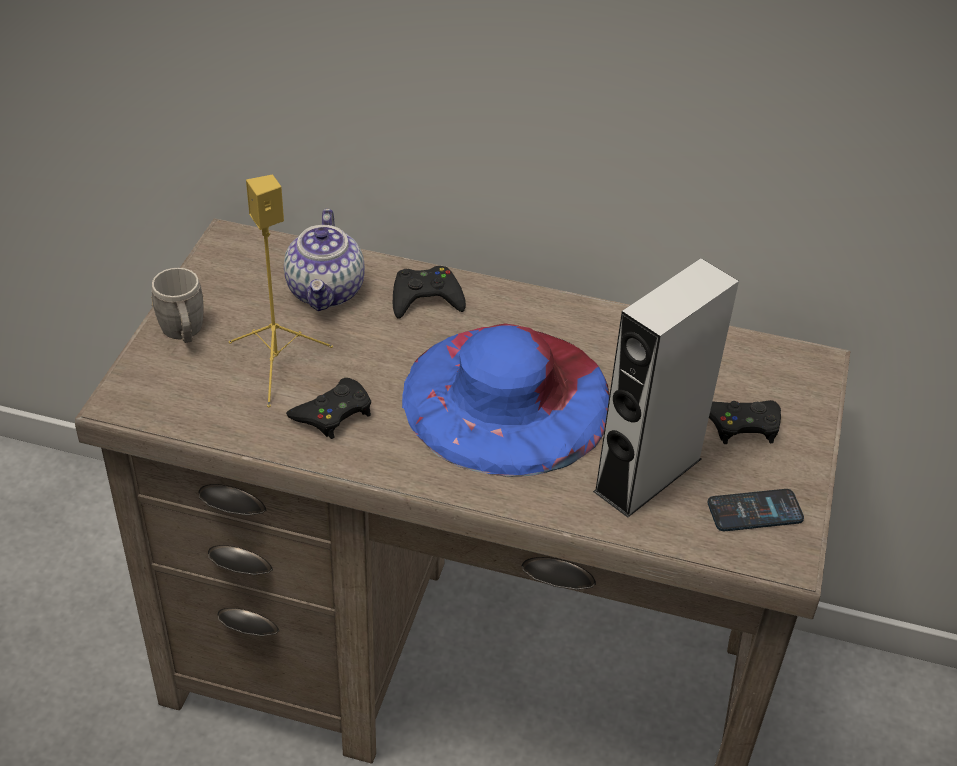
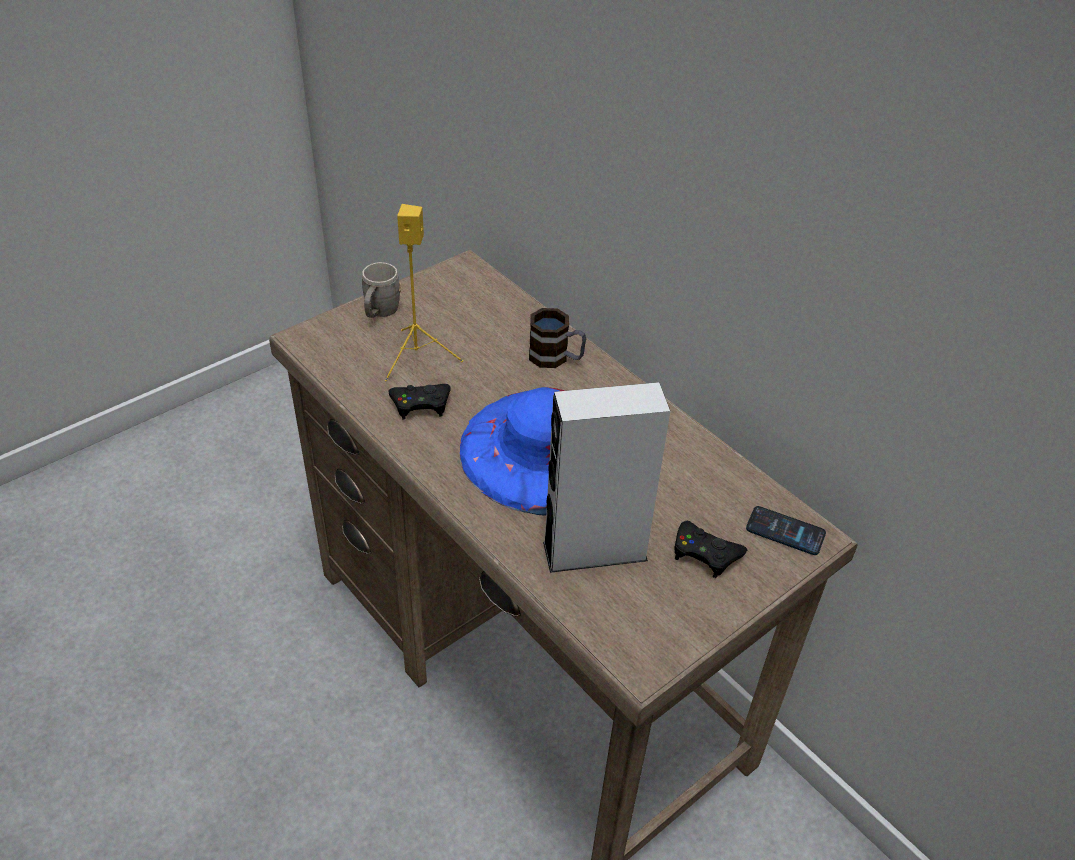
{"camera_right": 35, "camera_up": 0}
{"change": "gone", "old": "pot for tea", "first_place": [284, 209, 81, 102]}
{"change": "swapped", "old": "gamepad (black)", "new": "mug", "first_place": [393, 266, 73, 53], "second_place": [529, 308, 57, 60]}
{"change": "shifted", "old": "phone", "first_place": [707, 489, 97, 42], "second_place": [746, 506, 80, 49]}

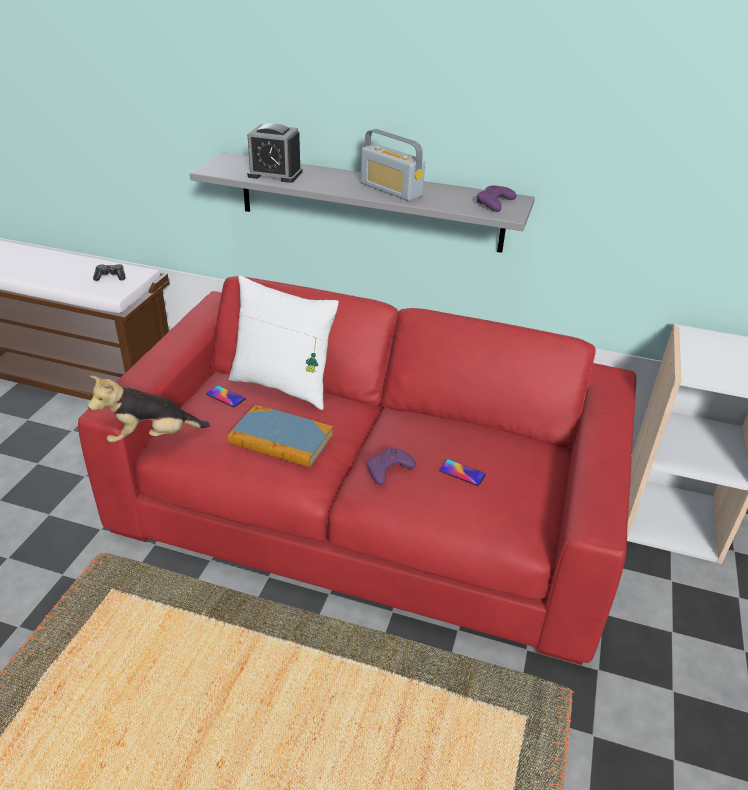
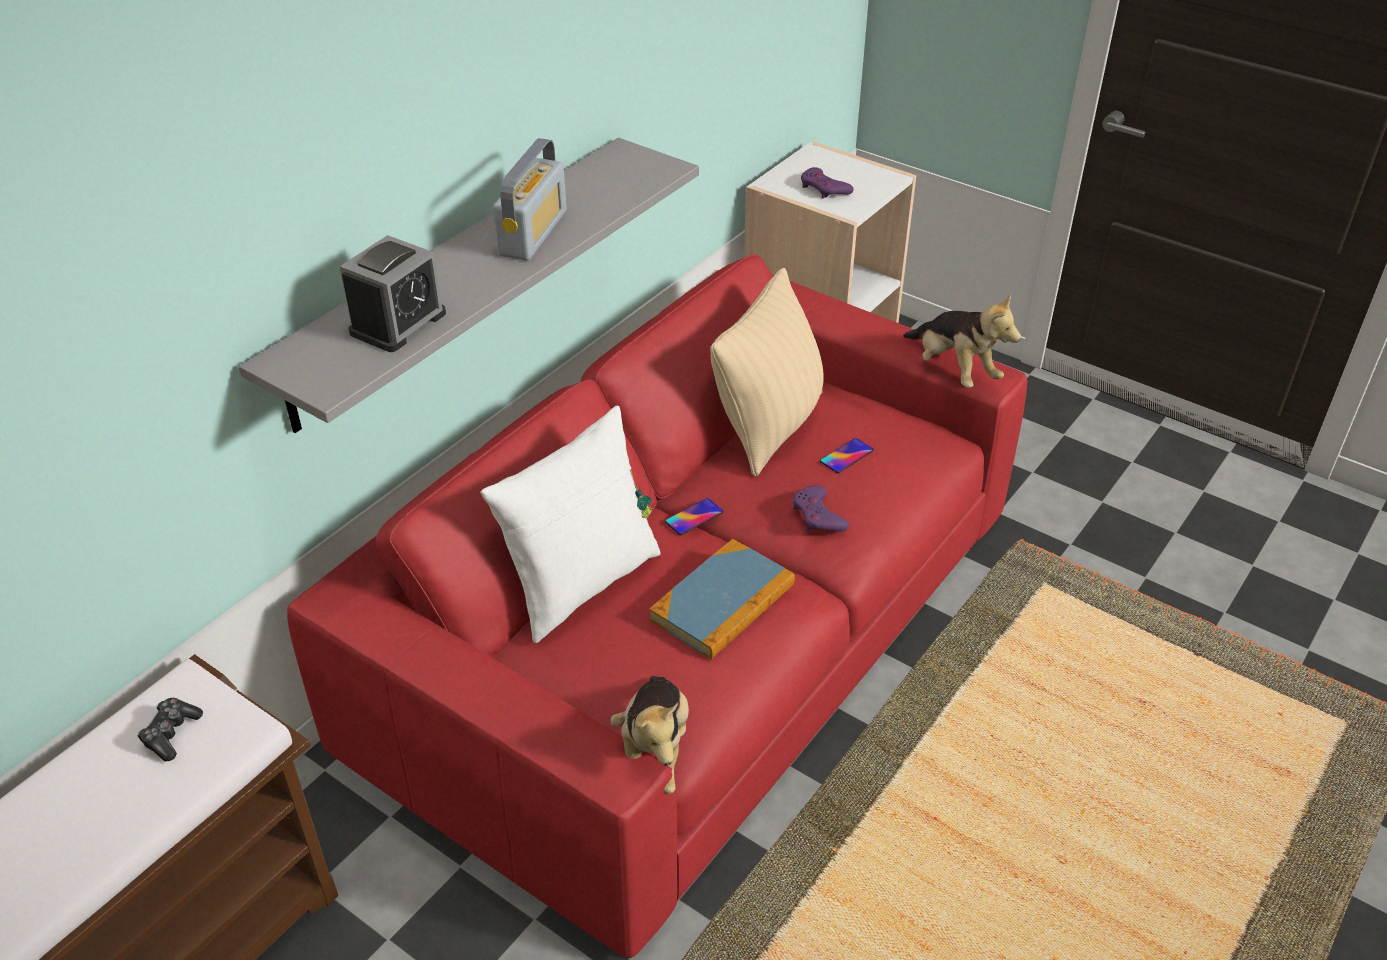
{"camera_right": -70, "camera_up": 5}
{"change": "shifted", "old": "phone", "first_place": [206, 385, 40, 22], "second_place": [665, 498, 58, 37]}
{"change": "rotated", "old": "radio receiver", "first_place": [361, 129, 64, 72], "second_place": [493, 138, 74, 122], "degrees": -45}
{"change": "shifted", "old": "gamepad (purplish)", "first_place": [477, 185, 40, 27], "second_place": [801, 167, 53, 32]}
{"change": "new", "new": "throw pillow (beige)", "second_place": [710, 268, 114, 209]}
{"change": "new", "new": "cuddly toy", "second_place": [903, 294, 118, 94]}

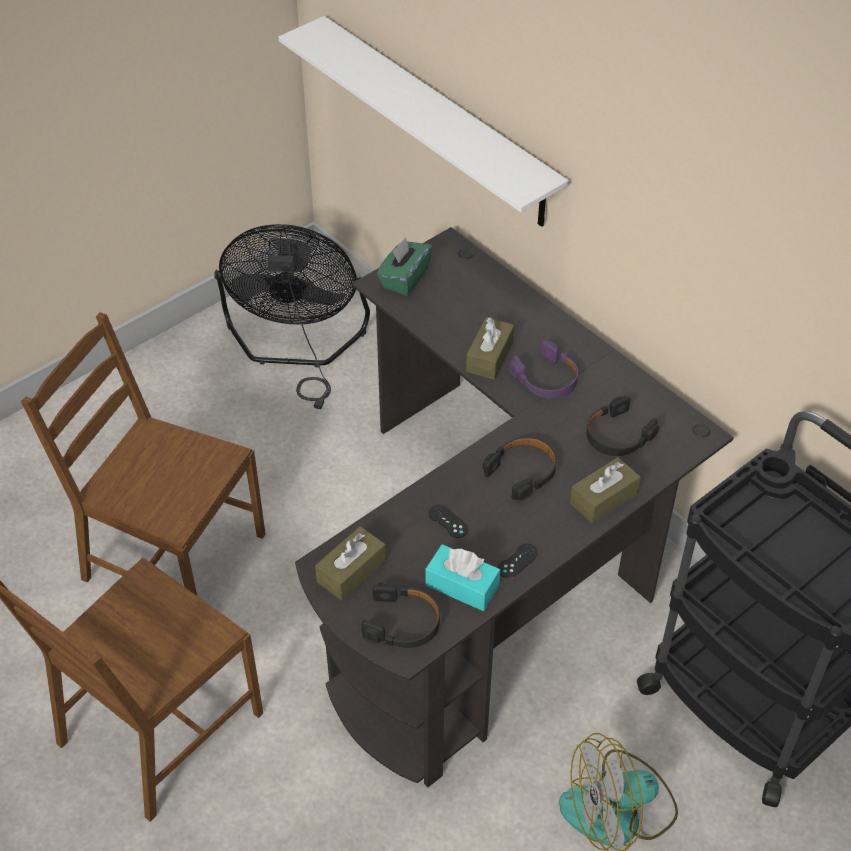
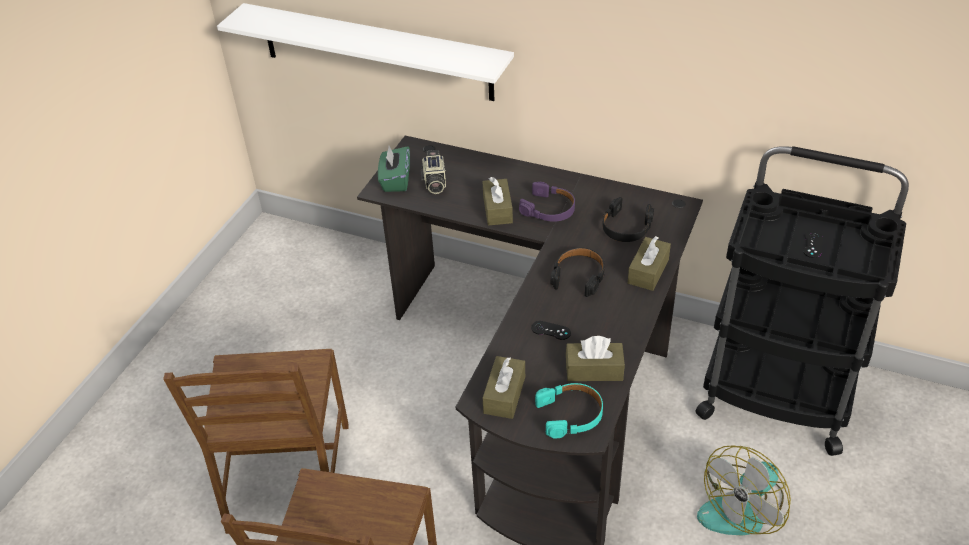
{"camera_right": -25, "camera_up": -5}
{"change": "rotated", "old": "plain chair (brown-coloured)", "first_place": [21, 312, 244, 284], "second_place": [163, 349, 186, 185], "degrees": -90}
{"change": "gone", "old": "electric fan (black)", "first_place": [214, 224, 156, 186]}
{"change": "repainted", "old": "headset (black)", "new": "headset (turquoise-coloured)", "first_place": [361, 582, 79, 66], "second_place": [535, 383, 68, 55]}
{"change": "repainted", "old": "tissue holder (turquoise-coloured)", "new": "tissue holder (brown-coloured)", "first_place": [425, 544, 75, 67], "second_place": [566, 336, 59, 45]}
{"change": "shifted", "old": "gamepad (black)", "first_place": [498, 543, 40, 35], "second_place": [803, 231, 20, 27]}
{"change": "new", "new": "photo camera", "second_place": [421, 150, 25, 44]}

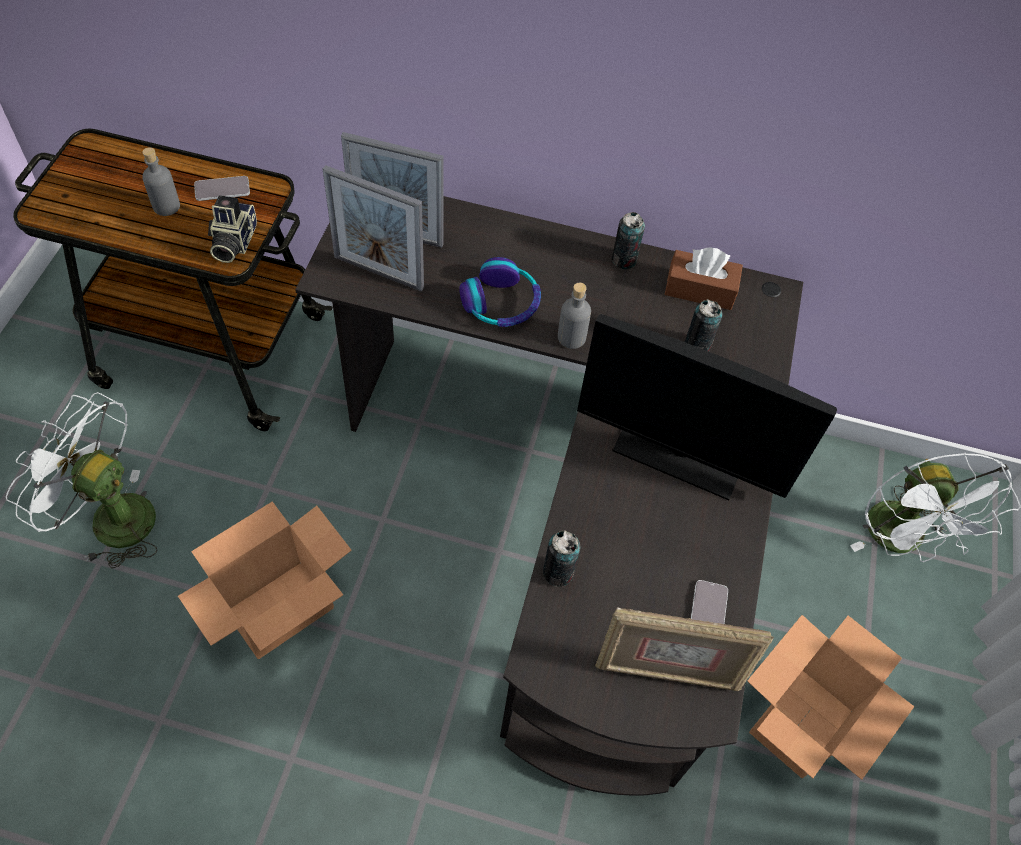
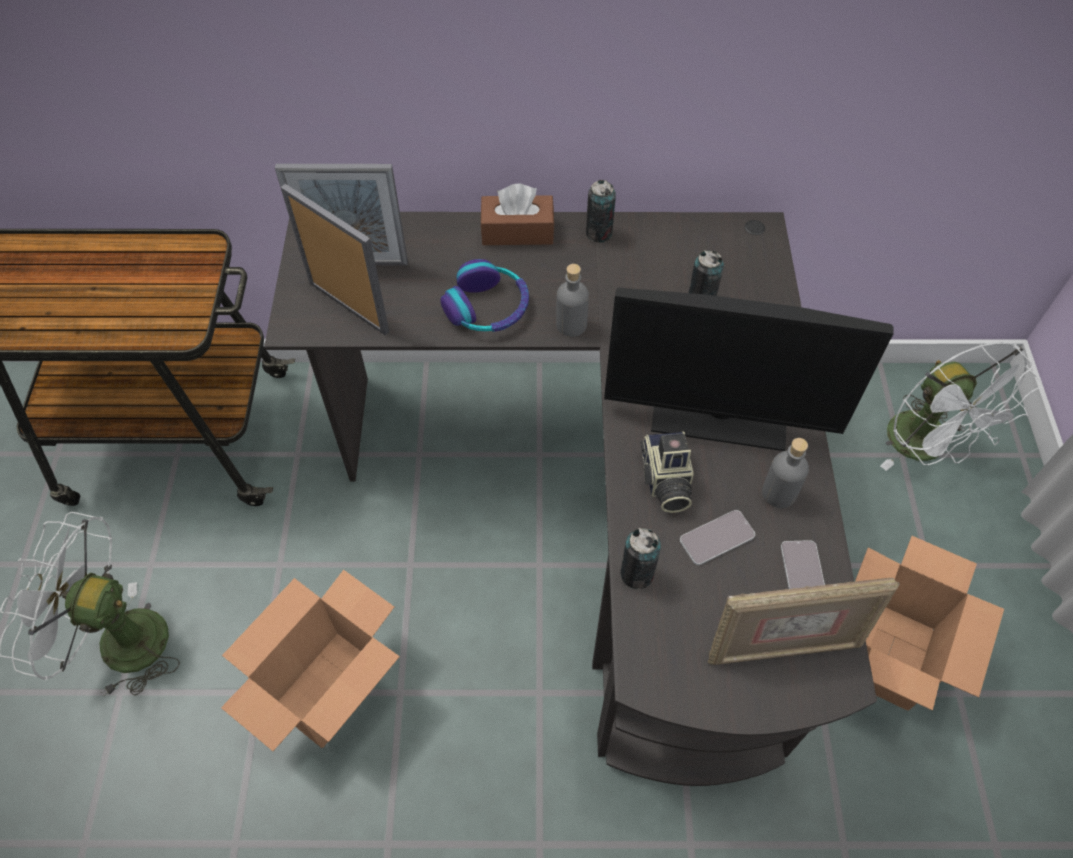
{"camera_right": -10, "camera_up": 0}
{"change": "shifted", "old": "bottle (gray)", "first_place": [142, 147, 38, 69], "second_place": [762, 438, 47, 70]}
{"change": "shifted", "old": "phone", "first_place": [194, 176, 56, 25], "second_place": [680, 510, 75, 55]}
{"change": "shifted", "old": "photo camera", "first_place": [208, 195, 49, 68], "second_place": [640, 431, 54, 82]}
{"change": "rotated", "old": "photo frame", "first_place": [323, 165, 101, 127], "second_place": [281, 184, 108, 152], "degrees": -150}
{"change": "shifted", "old": "tissue holder (brown-coloured)", "first_place": [665, 247, 78, 63], "second_place": [481, 183, 73, 62]}

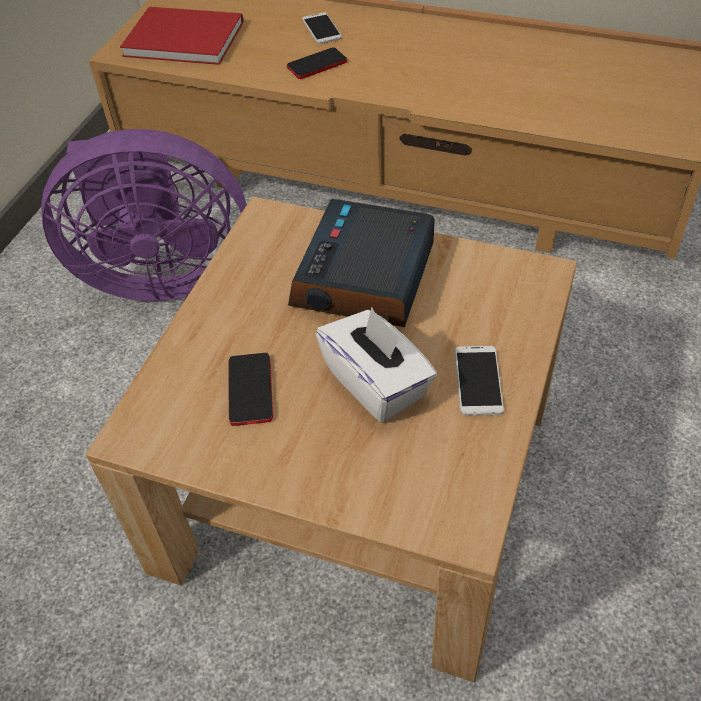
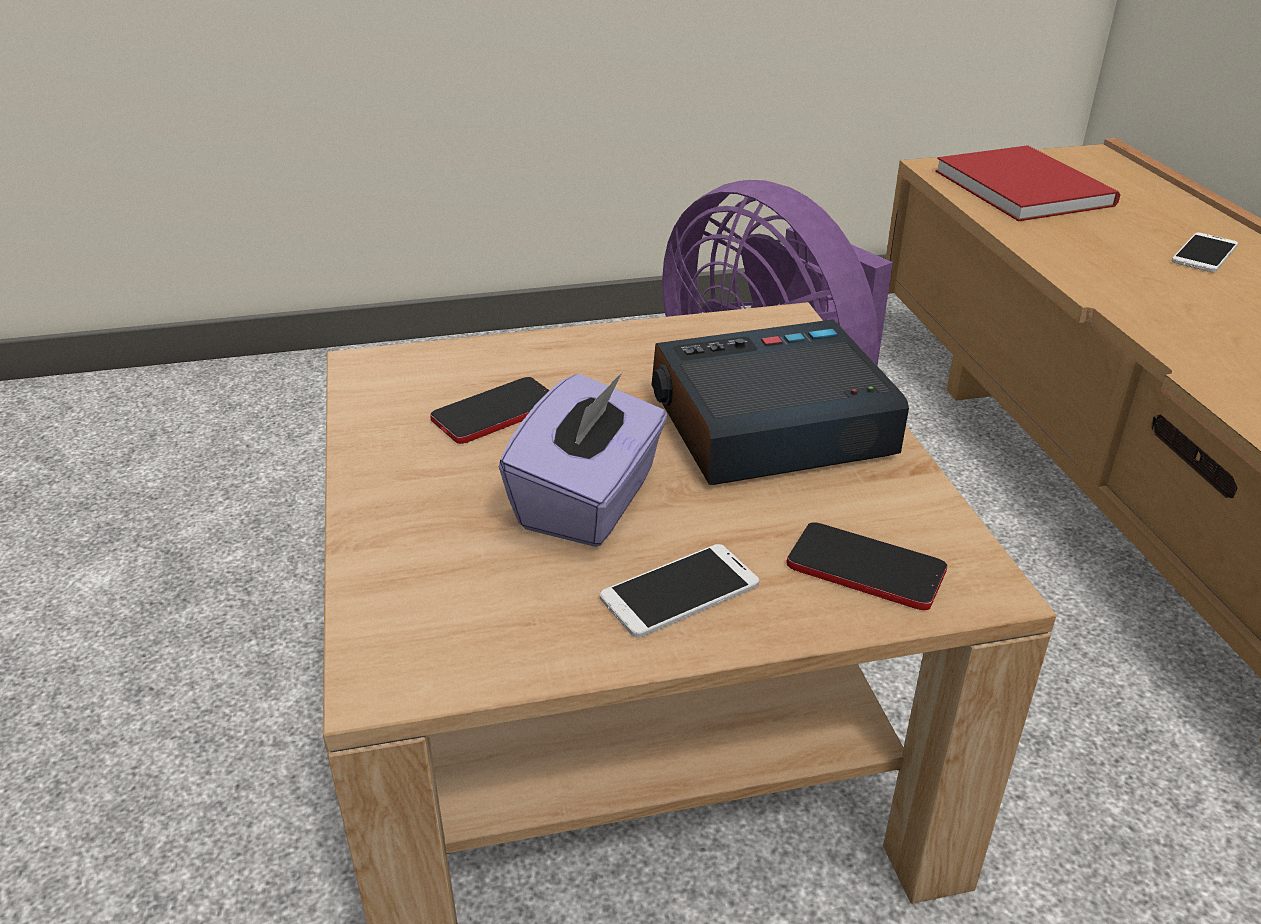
{"camera_right": 55, "camera_up": -15}
{"change": "shifted", "old": "phone", "first_place": [287, 47, 60, 32], "second_place": [787, 522, 160, 88]}
{"change": "repainted", "old": "tissue holder (whitish)", "new": "tissue holder (purplish)", "first_place": [316, 307, 121, 116], "second_place": [499, 373, 168, 174]}

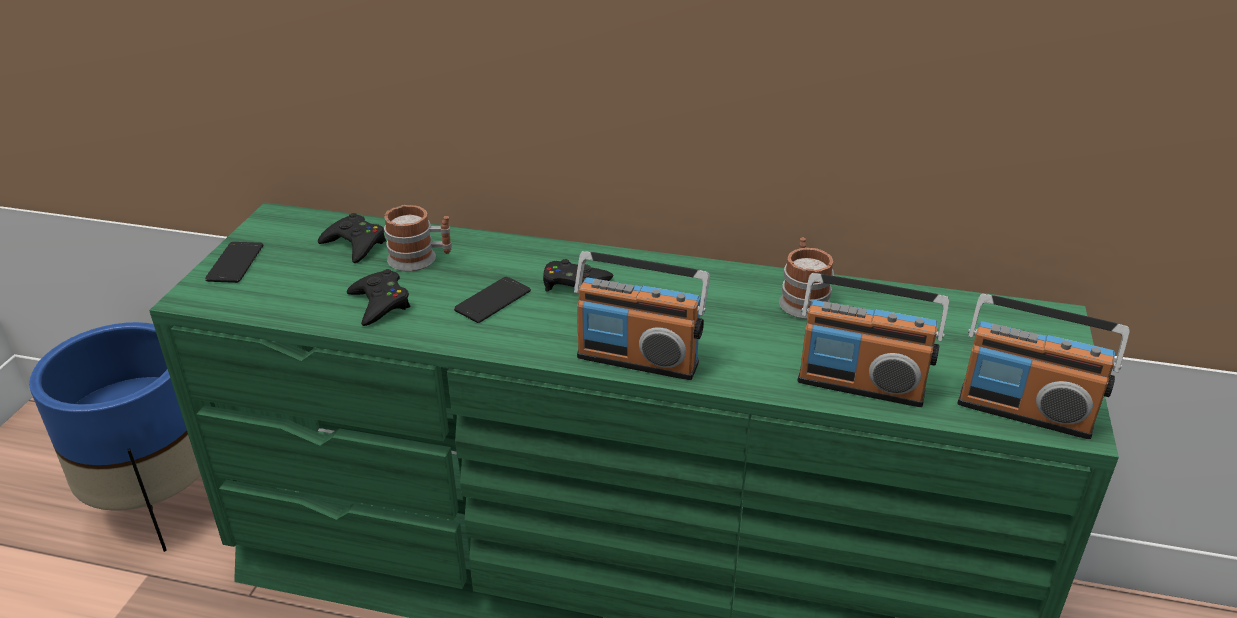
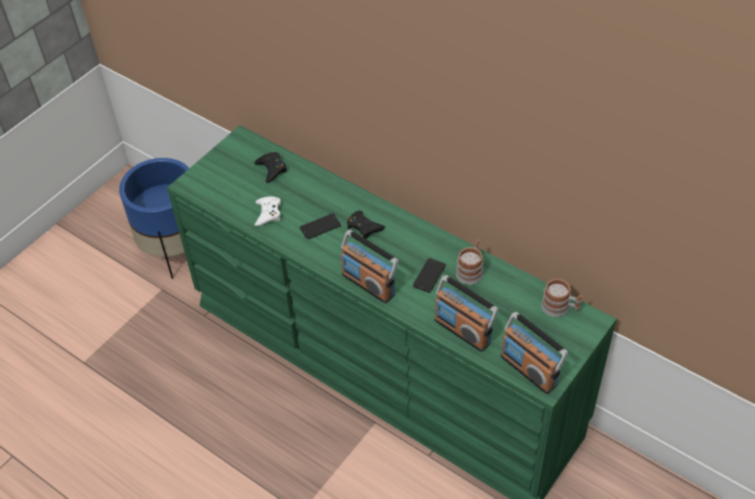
{"camera_right": 25, "camera_up": 15}
{"change": "shifted", "old": "phone", "first_place": [205, 242, 59, 41], "second_place": [413, 258, 33, 35]}
{"change": "repainted", "old": "gamepad (black)", "new": "gamepad (whitish)", "first_place": [347, 269, 63, 57], "second_place": [255, 197, 26, 29]}
{"change": "shifted", "old": "mug", "first_place": [384, 205, 68, 67], "second_place": [541, 278, 41, 39]}

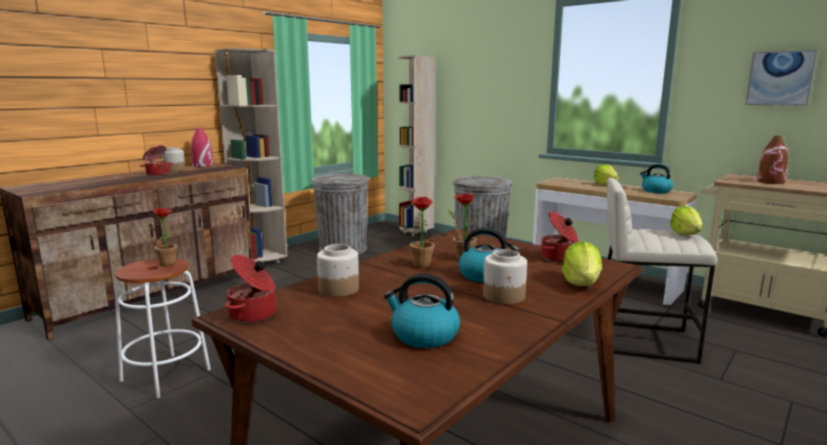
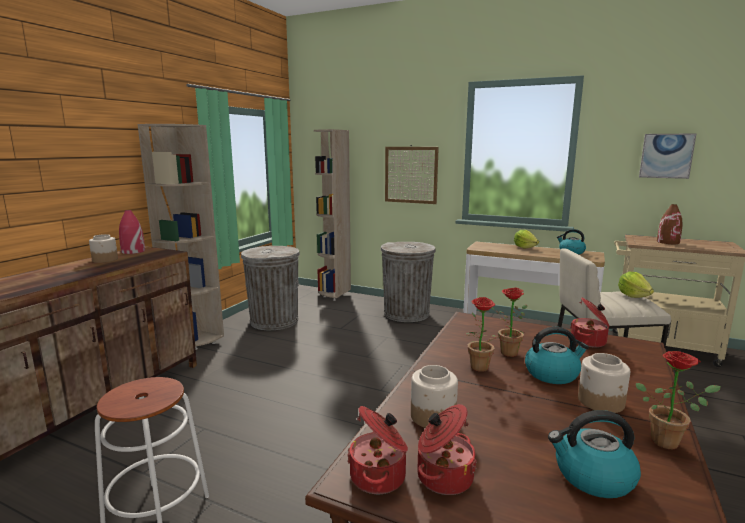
{"camera_right": -15, "camera_up": 0}
{"change": "shifted", "old": "cooking pot", "first_place": [140, 145, 33, 31], "second_place": [417, 404, 60, 91]}
{"change": "shifted", "old": "houseplant", "first_place": [148, 208, 33, 58], "second_place": [636, 351, 85, 98]}
{"change": "gone", "old": "lettuce head", "first_place": [562, 241, 40, 45]}
{"change": "new", "new": "picture", "second_place": [385, 145, 54, 59]}

